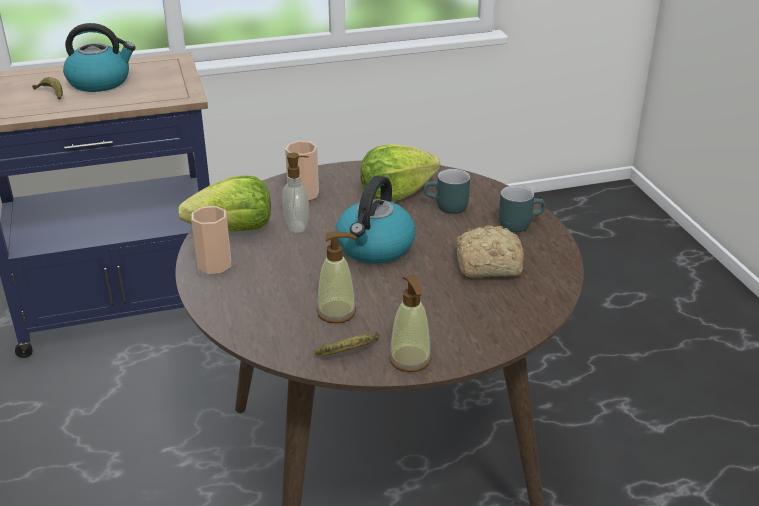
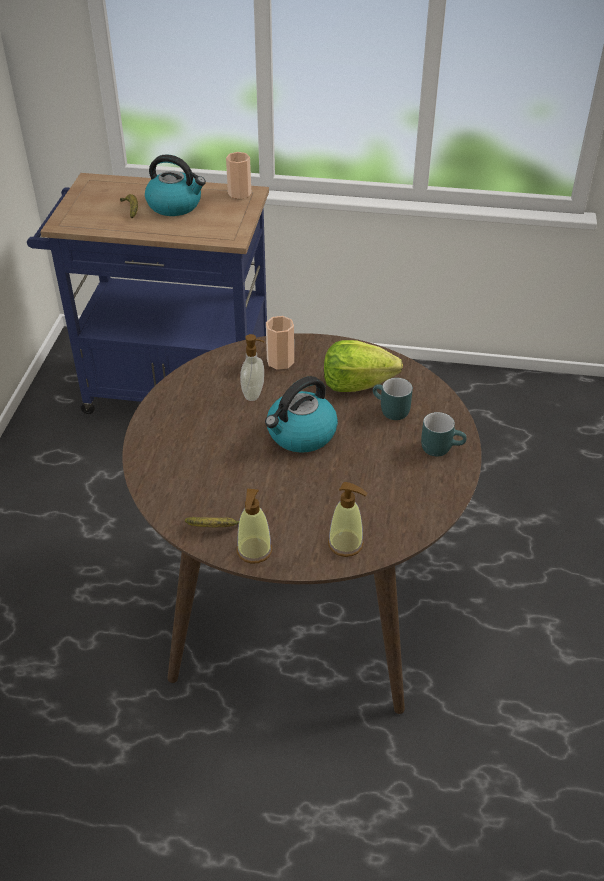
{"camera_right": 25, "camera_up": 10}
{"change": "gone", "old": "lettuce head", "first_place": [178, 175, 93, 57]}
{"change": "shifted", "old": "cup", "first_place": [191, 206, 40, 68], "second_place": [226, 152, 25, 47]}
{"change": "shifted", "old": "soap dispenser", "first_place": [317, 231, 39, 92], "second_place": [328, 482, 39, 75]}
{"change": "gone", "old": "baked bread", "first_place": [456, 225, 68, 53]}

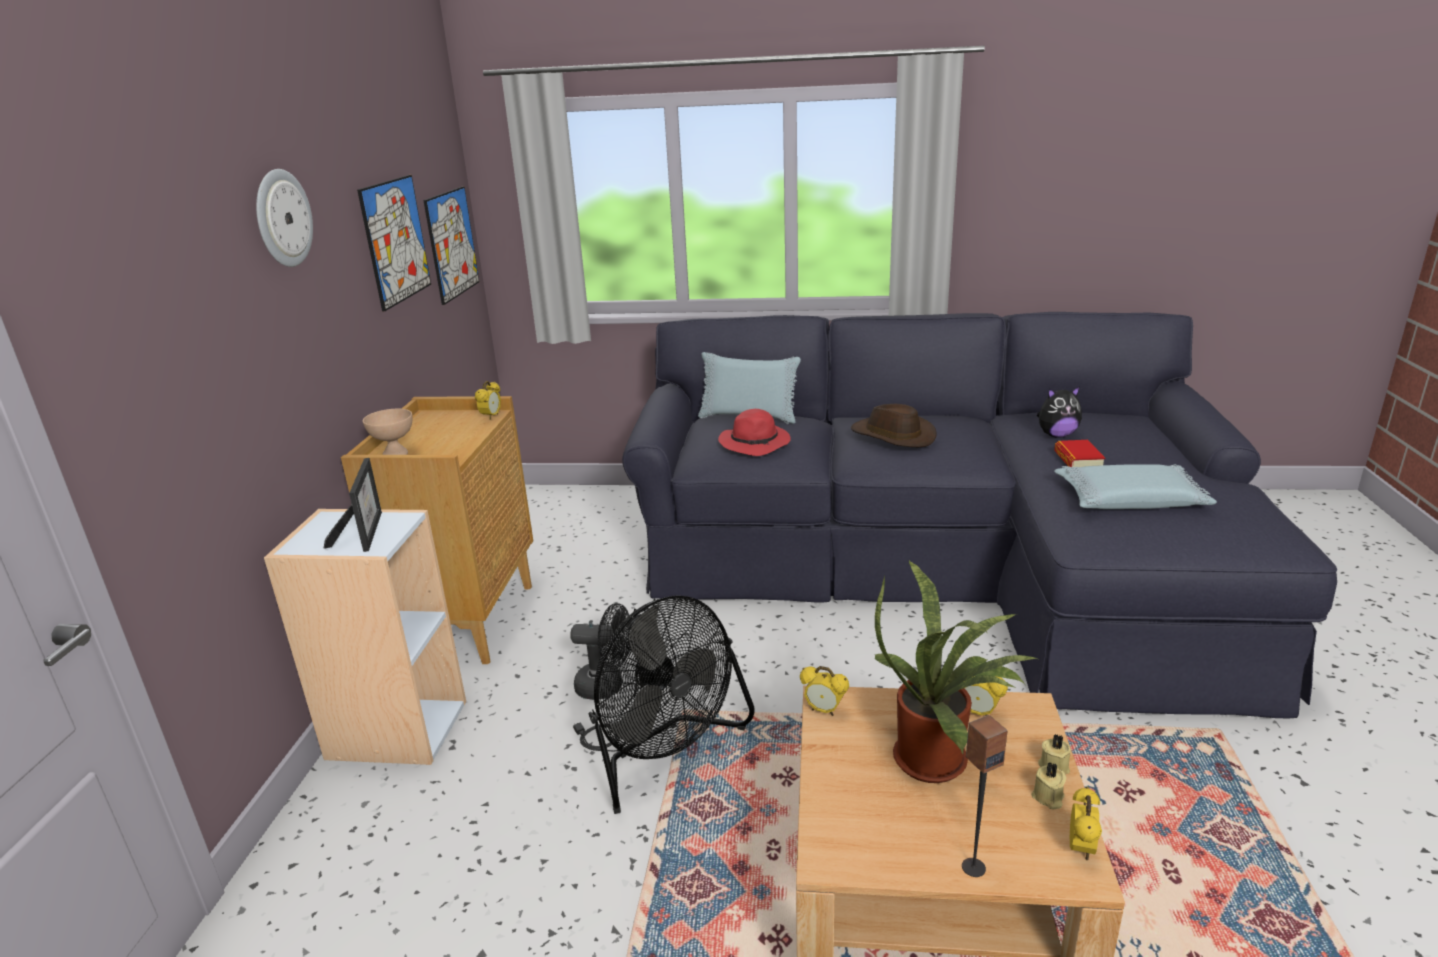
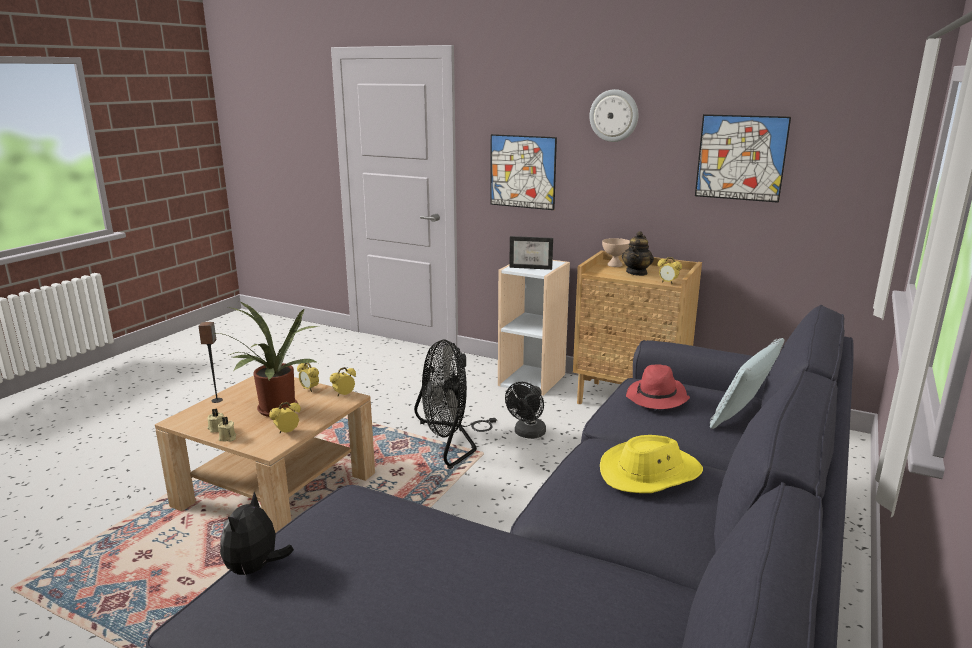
{"camera_right": 110, "camera_up": -5}
{"change": "shifted", "old": "picture", "first_place": [423, 186, 56, 119], "second_place": [490, 134, 67, 76]}
{"change": "repainted", "old": "clothing hat (brown-coloured)", "new": "clothing hat (yellow-coloured)", "first_place": [851, 404, 86, 43], "second_place": [600, 435, 103, 58]}
{"change": "shifted", "old": "cuddly toy", "first_place": [1037, 386, 45, 52], "second_place": [220, 492, 74, 86]}
{"change": "gone", "old": "bound book", "first_place": [1054, 440, 51, 27]}
{"change": "gone", "old": "throw pillow (bluish)", "first_place": [1054, 464, 163, 45]}
{"change": "shifted", "old": "alarm clock", "first_place": [1070, 787, 32, 73], "second_place": [297, 363, 22, 29]}
{"change": "new", "new": "pot for tea", "second_place": [622, 231, 32, 45]}

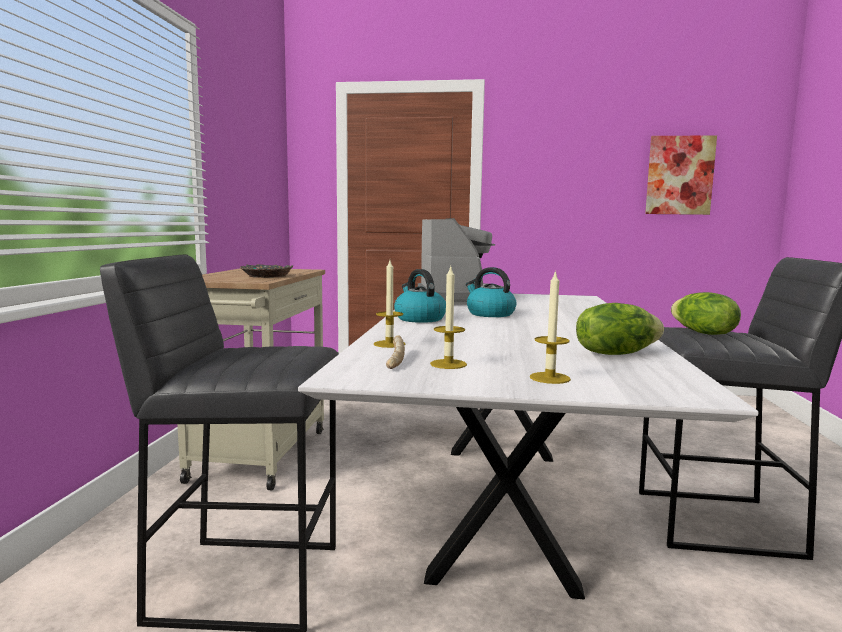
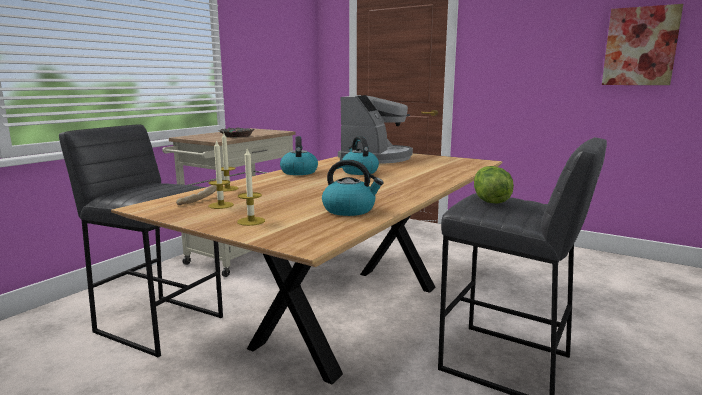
{"camera_right": 25, "camera_up": 5}
{"change": "repainted", "old": "kitchen table (whitish)", "new": "kitchen table (brown-coloured)", "first_place": [298, 294, 460, 305], "second_place": [111, 153, 392, 231]}
{"change": "swapped", "old": "lettuce head", "new": "kettle", "first_place": [576, 303, 88, 52], "second_place": [322, 160, 62, 56]}

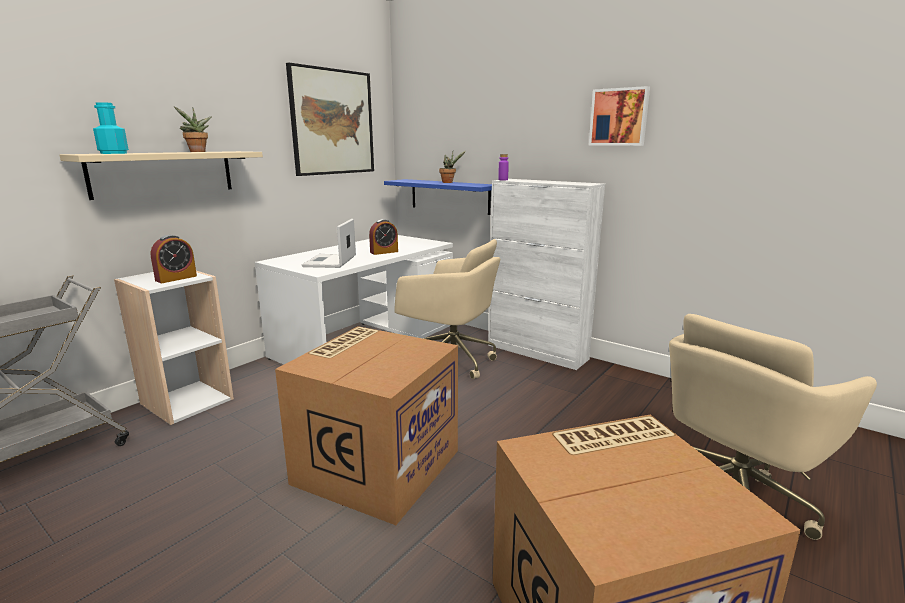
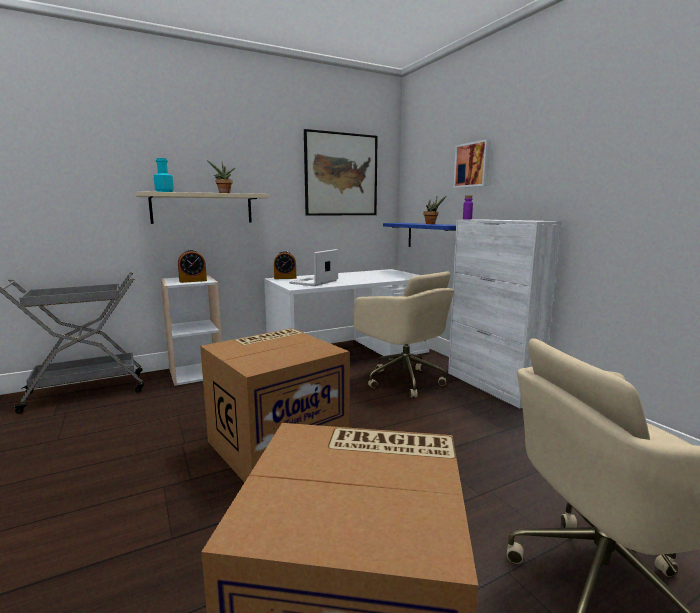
{"camera_right": 25, "camera_up": -5}
{"change": "shifted", "old": "alarm clock", "first_place": [369, 219, 29, 36], "second_place": [274, 251, 22, 28]}
{"change": "shifted", "old": "picture", "first_place": [589, 86, 61, 60], "second_place": [454, 139, 37, 49]}

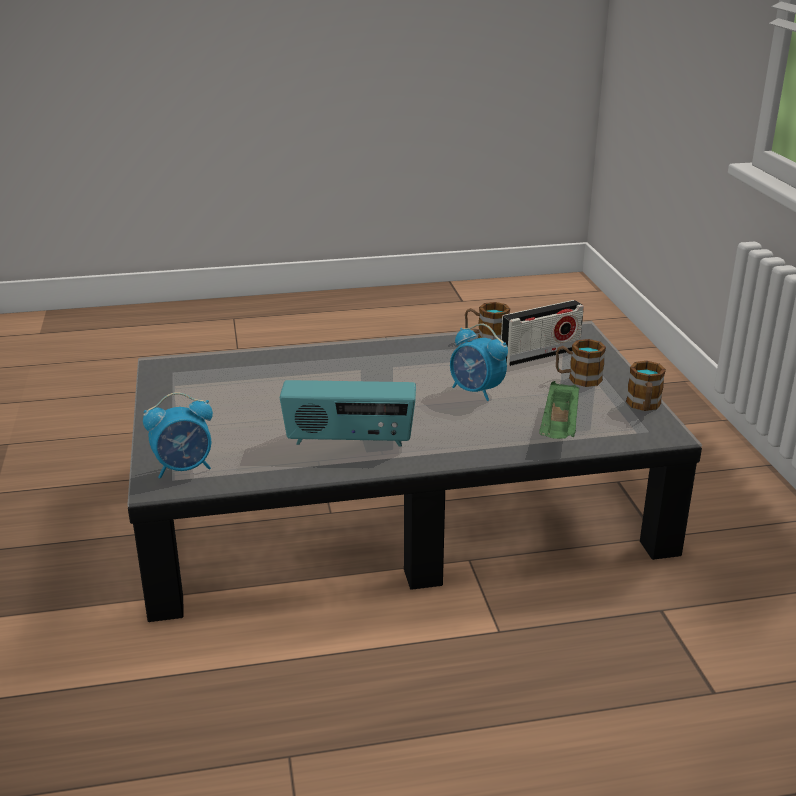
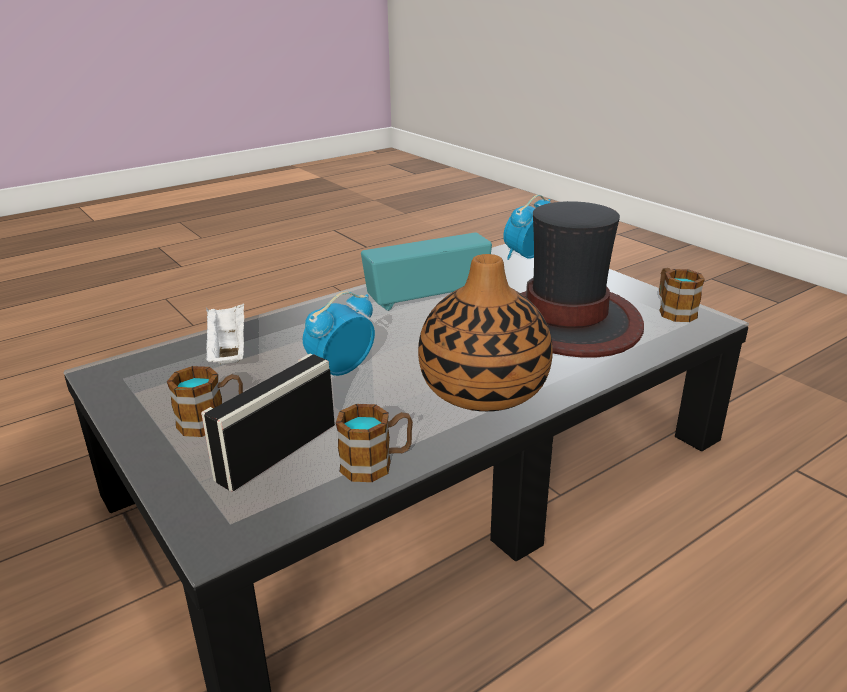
{"camera_right": 155, "camera_up": 0}
{"change": "rotated", "old": "alarm clock", "first_place": [450, 324, 58, 77], "second_place": [303, 291, 72, 85], "degrees": -60}
{"change": "repainted", "old": "tray (greenish)", "new": "tray (whitish)", "first_place": [539, 381, 41, 58], "second_place": [206, 303, 38, 62]}
{"change": "shifted", "old": "mug", "first_place": [626, 361, 40, 50], "second_place": [659, 268, 46, 54]}
{"change": "new", "new": "flower vase", "second_place": [418, 254, 135, 157]}
{"change": "new", "new": "clothing hat", "second_place": [520, 201, 124, 157]}

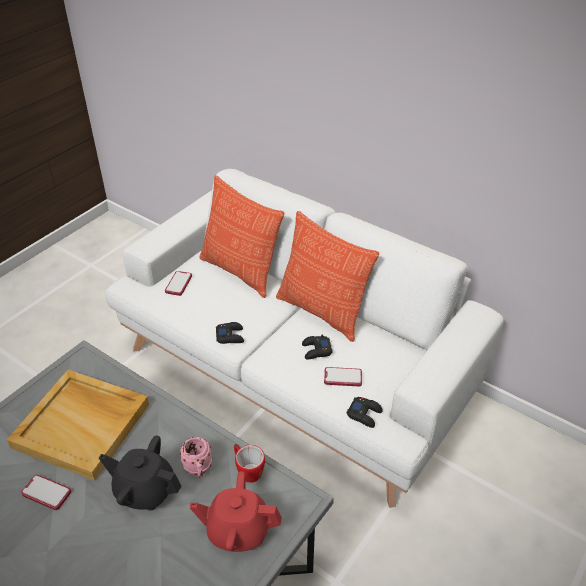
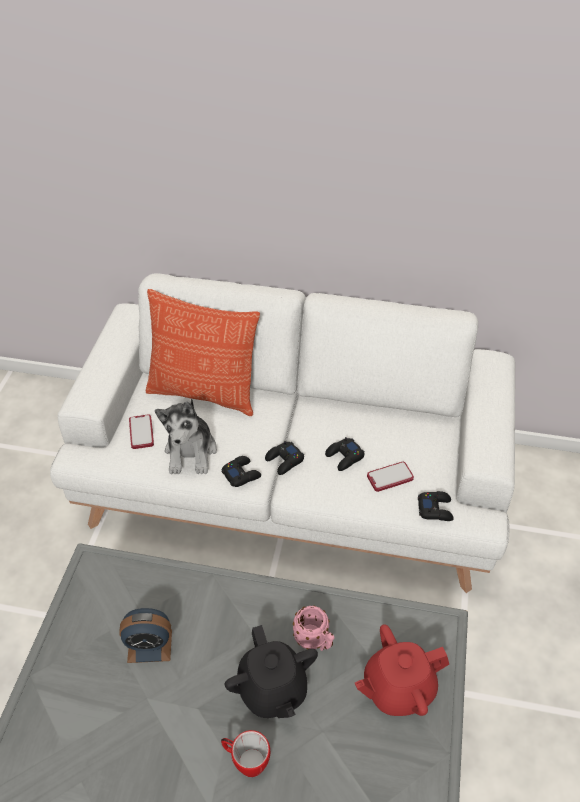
{"camera_right": -25, "camera_up": 5}
{"change": "swapped", "old": "tray (beige)", "new": "alarm clock", "first_place": [7, 370, 142, 111], "second_place": [119, 608, 53, 55]}
{"change": "gone", "old": "phone", "first_place": [21, 475, 50, 35]}
{"change": "rotated", "old": "pot for tea (black)", "first_place": [99, 435, 82, 76], "second_place": [225, 625, 93, 93], "degrees": -105}
{"change": "shifted", "old": "mug", "first_place": [234, 444, 31, 39], "second_place": [221, 730, 49, 47]}
{"change": "gone", "old": "throw pillow (orangey)", "first_place": [276, 211, 103, 131]}
{"change": "new", "new": "cuddly toy", "second_place": [155, 398, 62, 76]}
{"change": "new", "new": "gamepad (black)", "second_place": [265, 441, 39, 34]}

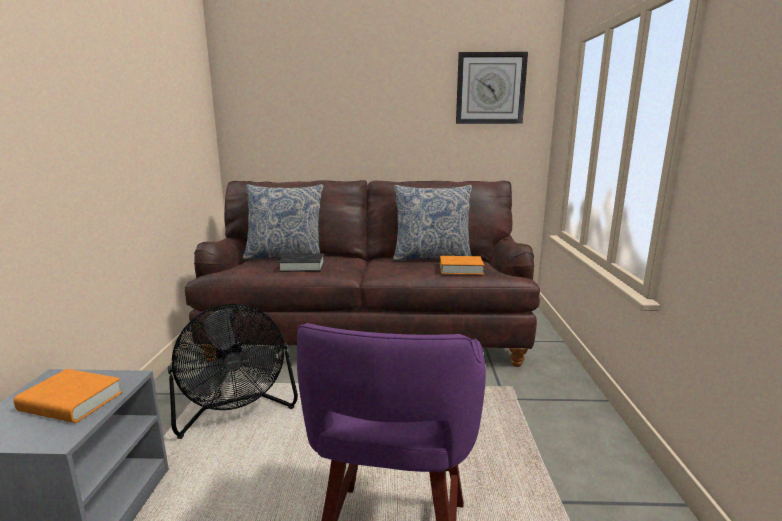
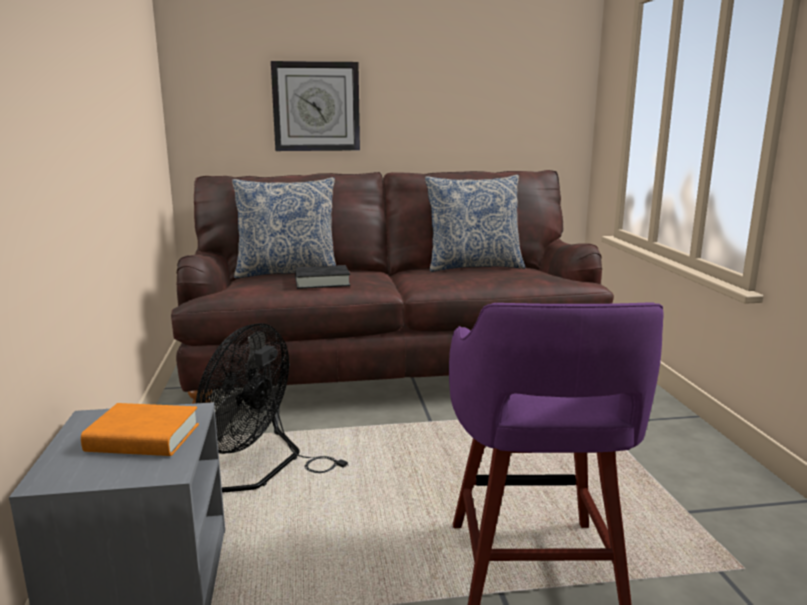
{"camera_right": -10, "camera_up": 0}
{"change": "rotated", "old": "electric fan (black)", "first_place": [168, 304, 130, 135], "second_place": [196, 323, 153, 170], "degrees": 150}
{"change": "gone", "old": "bound book (orangey)", "first_place": [440, 256, 44, 19]}
{"change": "shifted", "old": "hanging clock", "first_place": [456, 52, 72, 72], "second_place": [271, 61, 89, 90]}

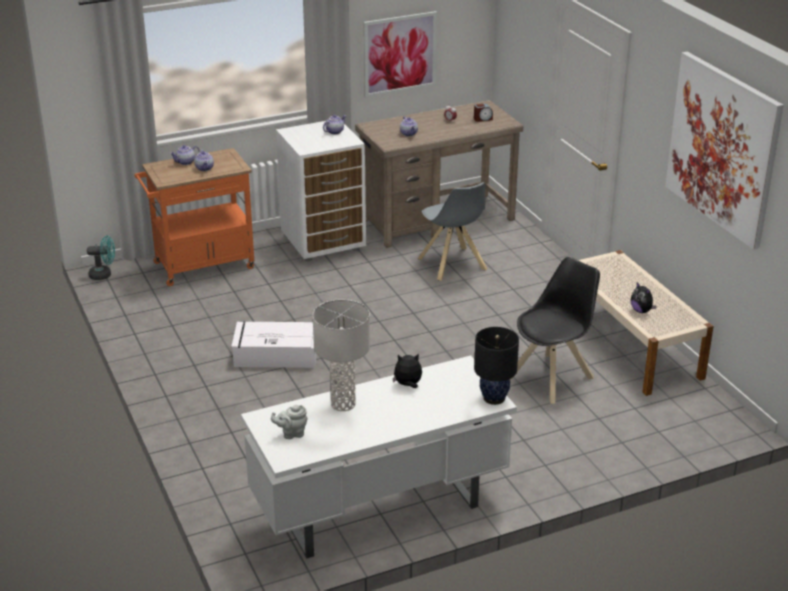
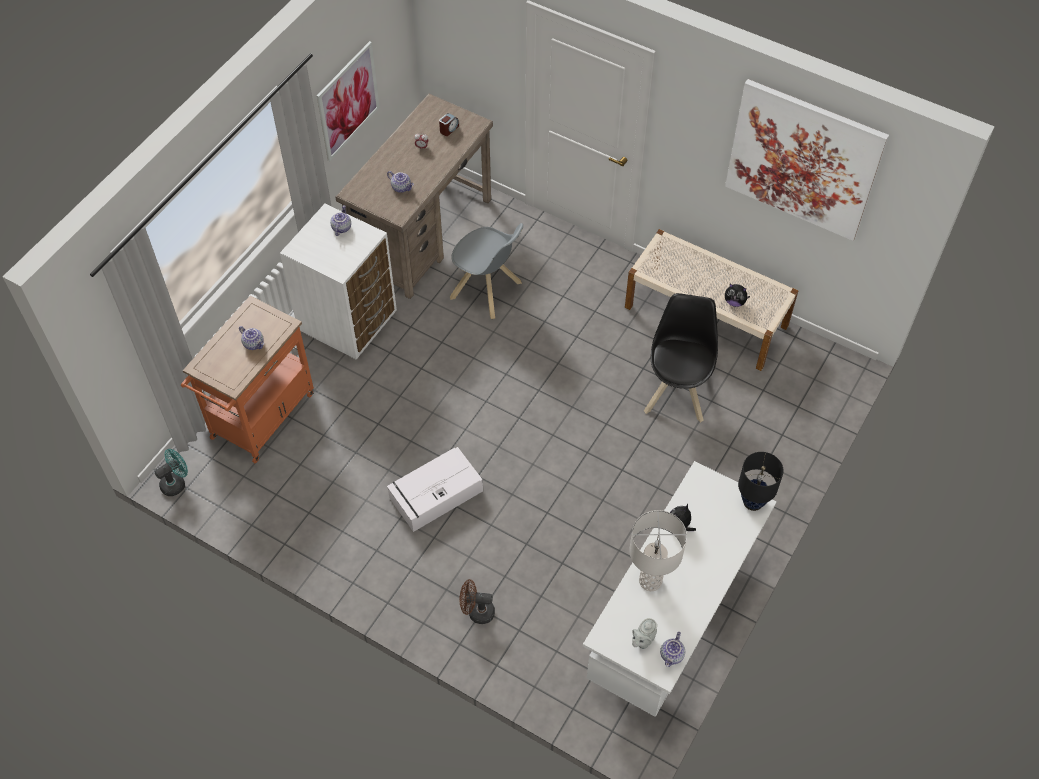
{"camera_right": -35, "camera_up": 25}
{"change": "shifted", "old": "pot for tea", "first_place": [170, 145, 30, 20], "second_place": [660, 632, 25, 35]}
{"change": "new", "new": "electric fan (brown-coloured)", "second_place": [460, 579, 35, 45]}

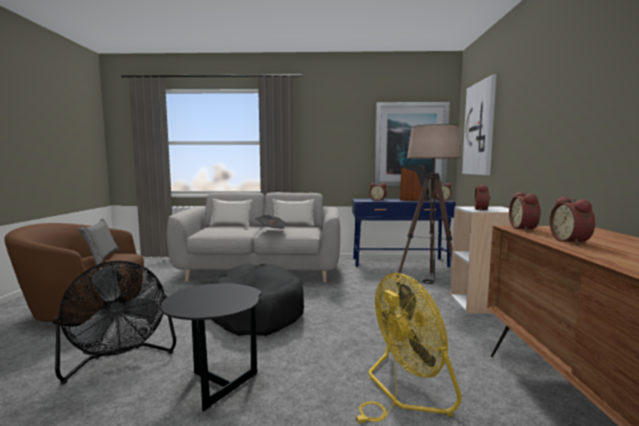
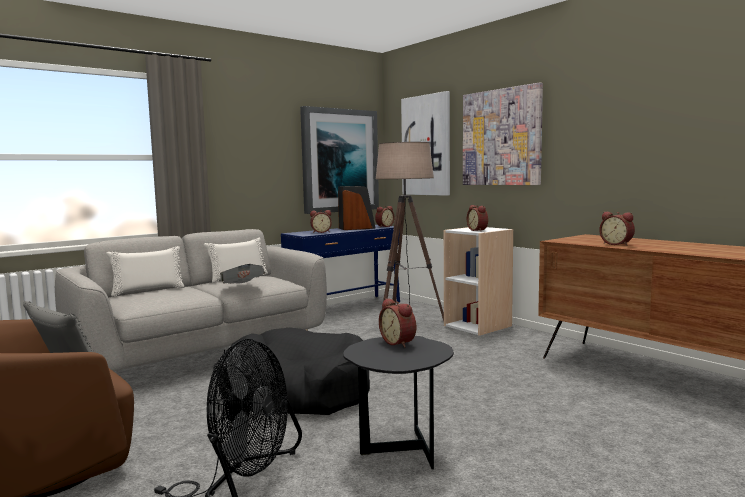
{"camera_right": -40, "camera_up": 0}
{"change": "gone", "old": "electric fan (yellow-coloured)", "first_place": [354, 273, 108, 150]}
{"change": "shifted", "old": "alarm clock", "first_place": [509, 192, 31, 39], "second_place": [379, 298, 37, 50]}
{"change": "new", "new": "picture", "second_place": [463, 82, 80, 103]}

